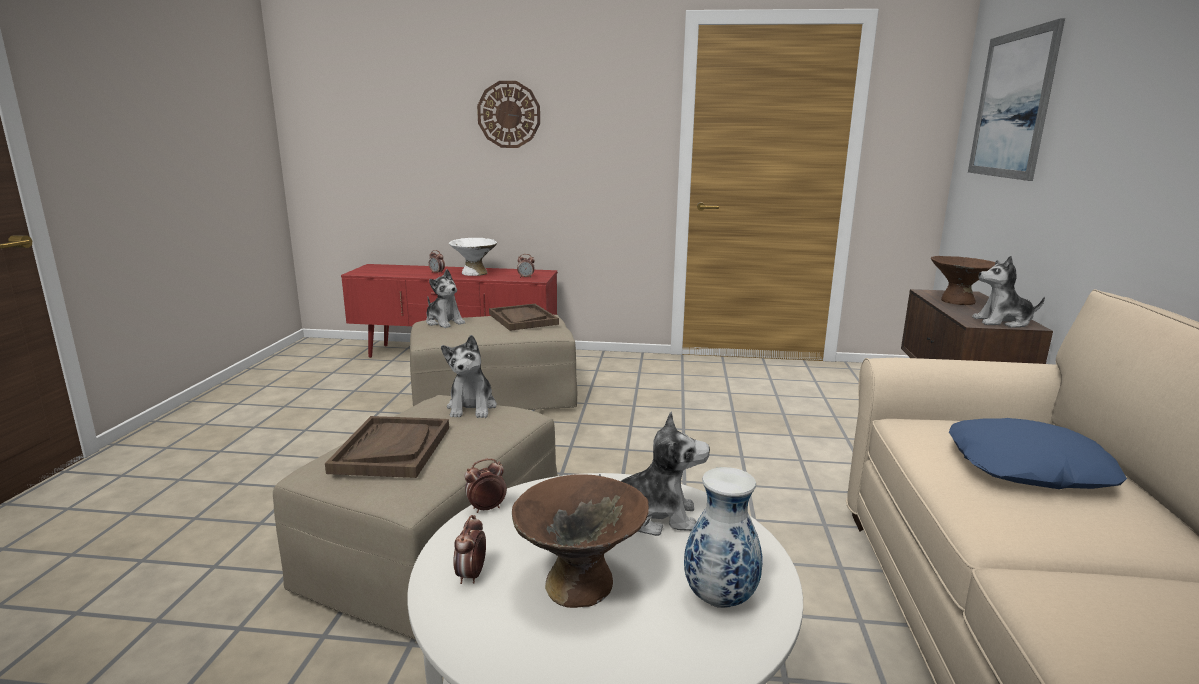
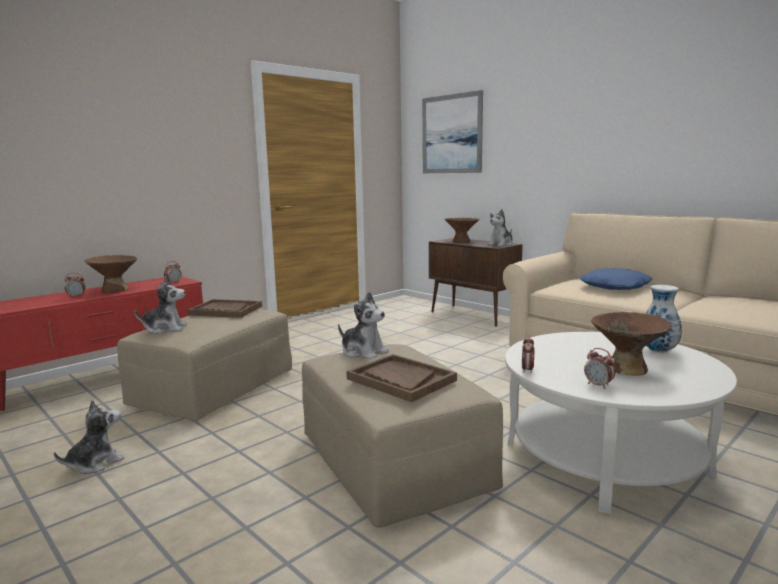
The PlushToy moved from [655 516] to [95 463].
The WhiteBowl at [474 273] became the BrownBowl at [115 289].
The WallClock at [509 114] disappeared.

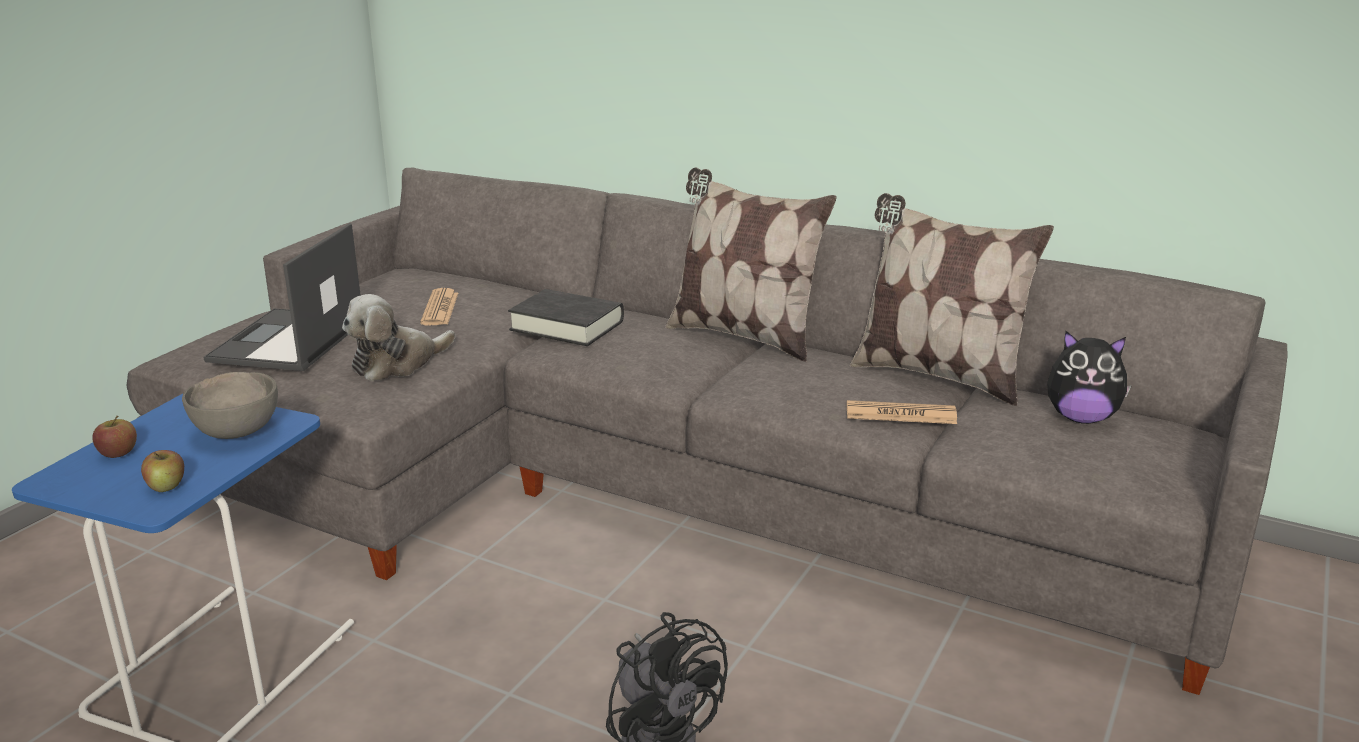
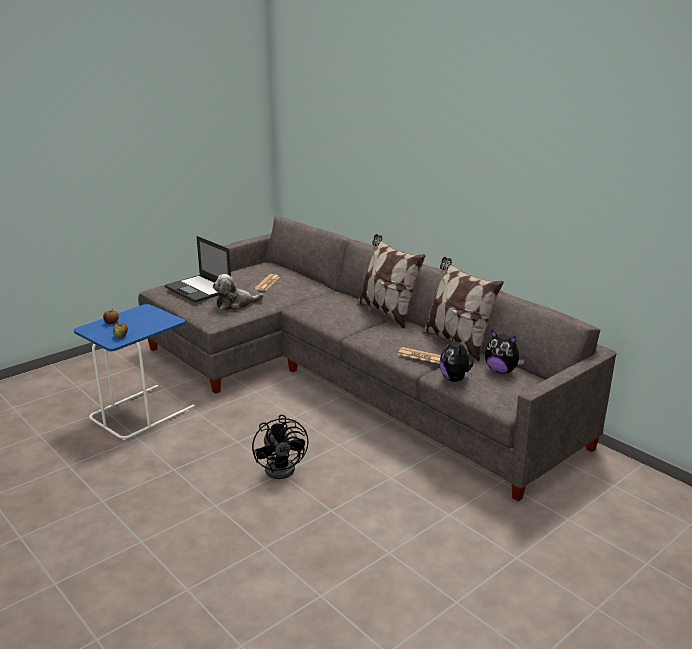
The Laptop at [288 341] turned 75 degrees counterclockwise.
The PlushToy at [455 379] appeared.
The GreyBowl at [238 432] disappeared.
The BlackBook at [567 326] disappeared.

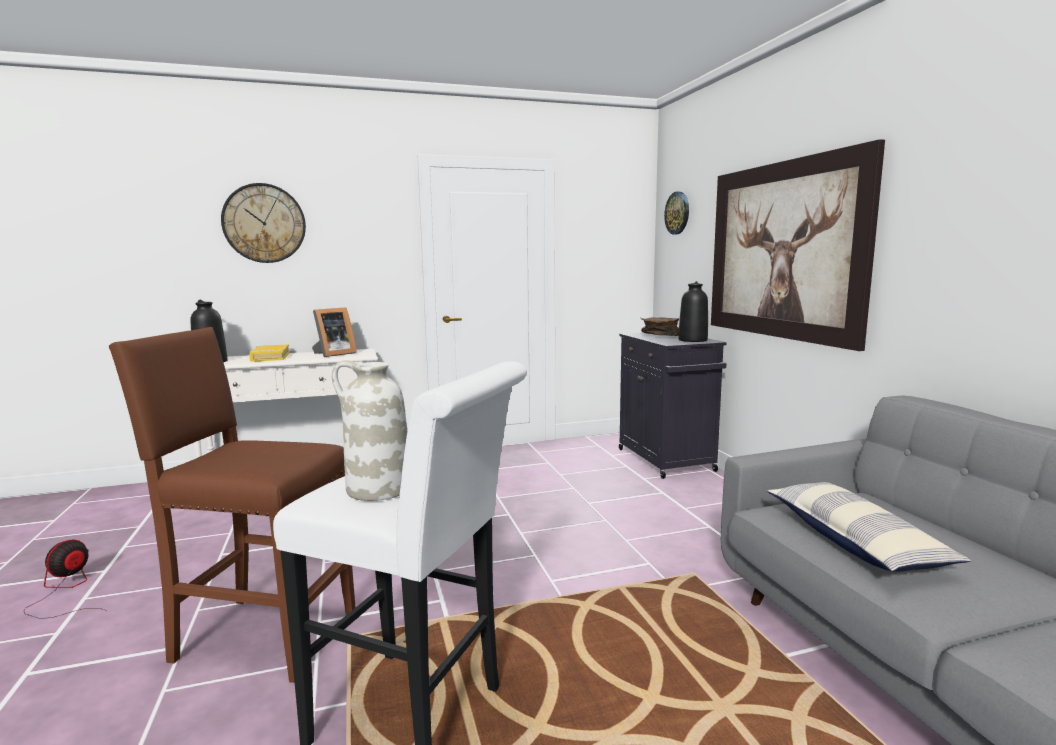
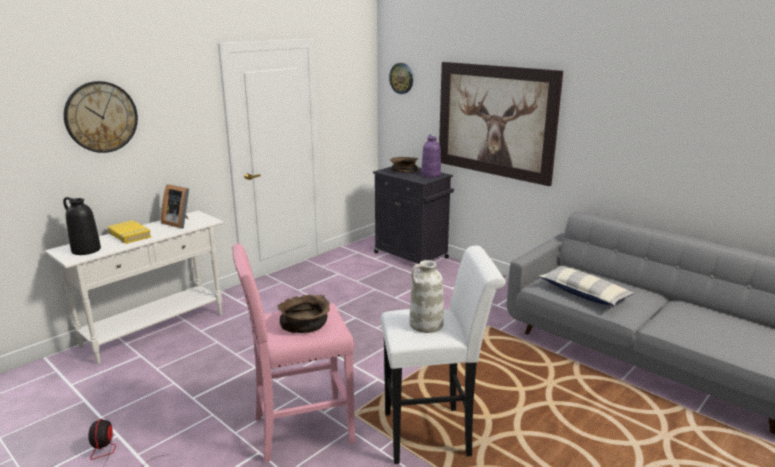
The PictureFrame at [333 354] turned 105 degrees clockwise.
The BrownStool at [263 635] became the PinkStool at [300 430].
The BrownBowl at [305 324] appeared.
The BlackVase at [692 340] became the PurpleVase at [430 174].

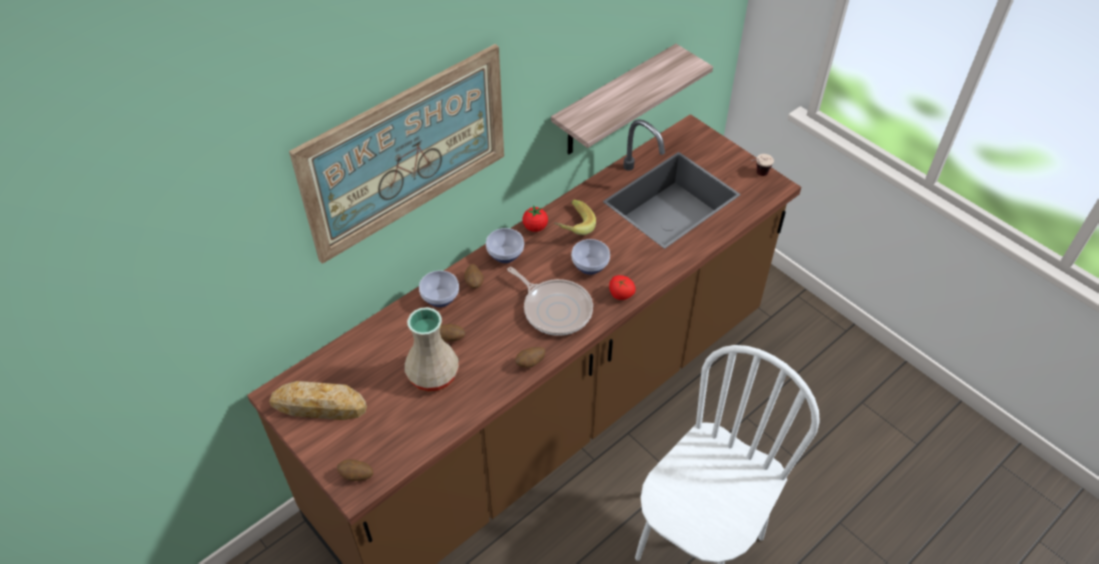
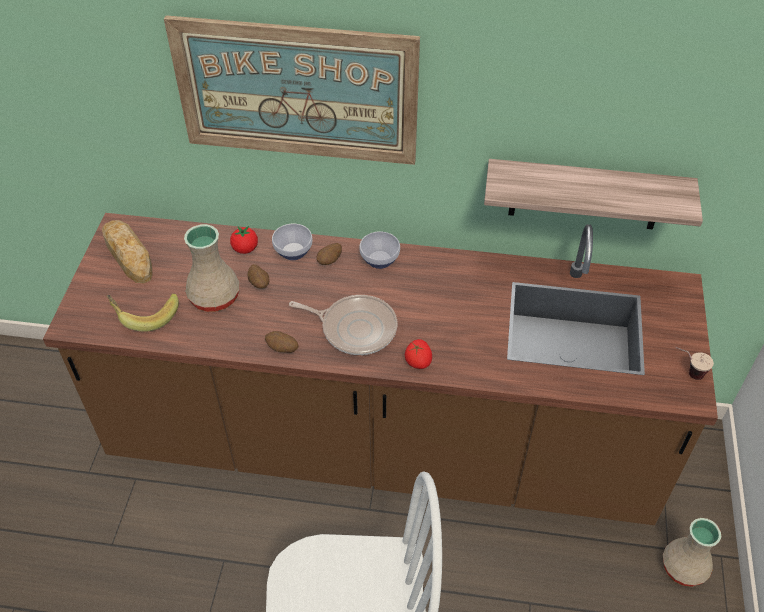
The Banana moved from [571 226] to [145 315].
The Tomato moved from [535 227] to [245 249].
The FryingPan at [555 309] turned 75 degrees counterclockwise.
The BeigeVase at [684 566] appeared.
The Potato at [356 476] disappeared.
The Bowl at [590 267] disappeared.

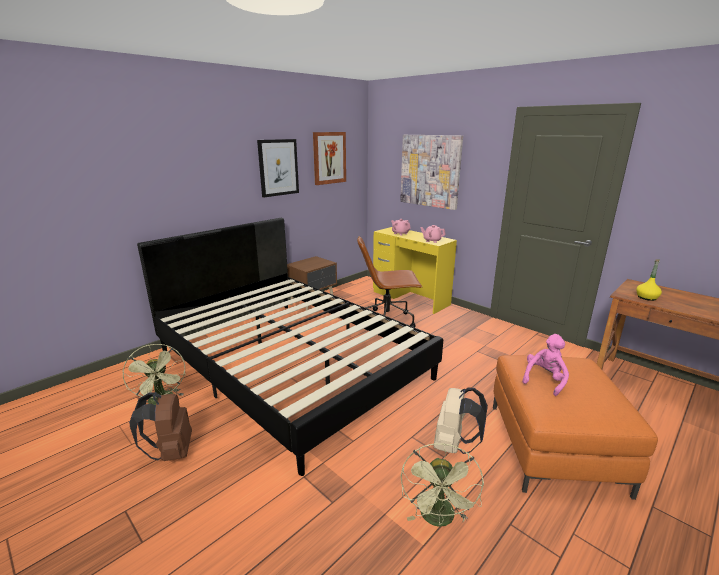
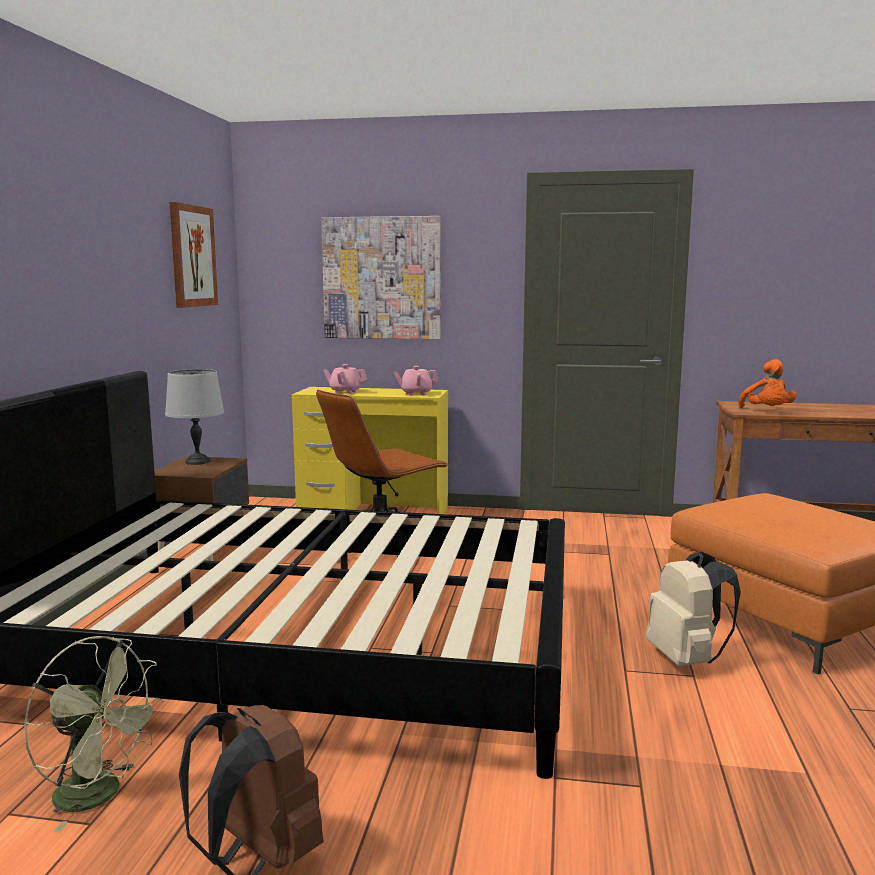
The GreyTableLamp at [198 461] appeared.
The YellowBottle at [646 297] was replaced by the OrangePlushToy at [767 411].
The Picture at [278 167] disappeared.
The GreenFan at [439 519] disappeared.
The PinkPlushToy at [544 380] disappeared.

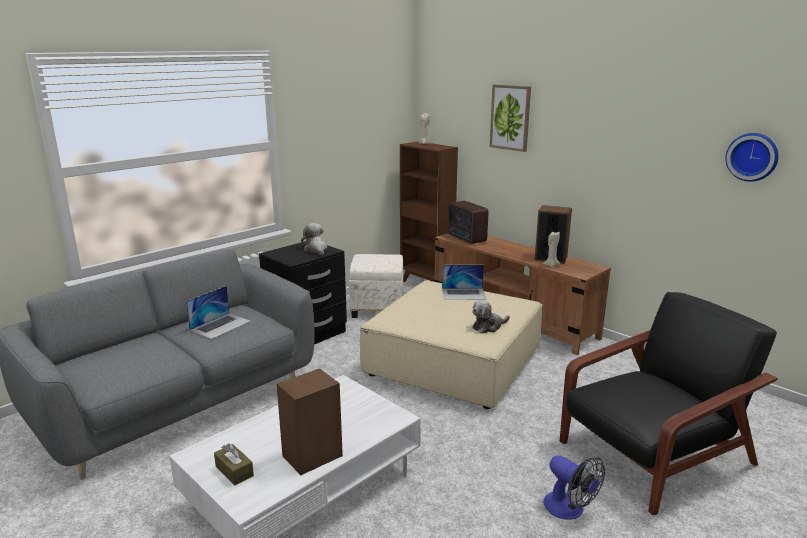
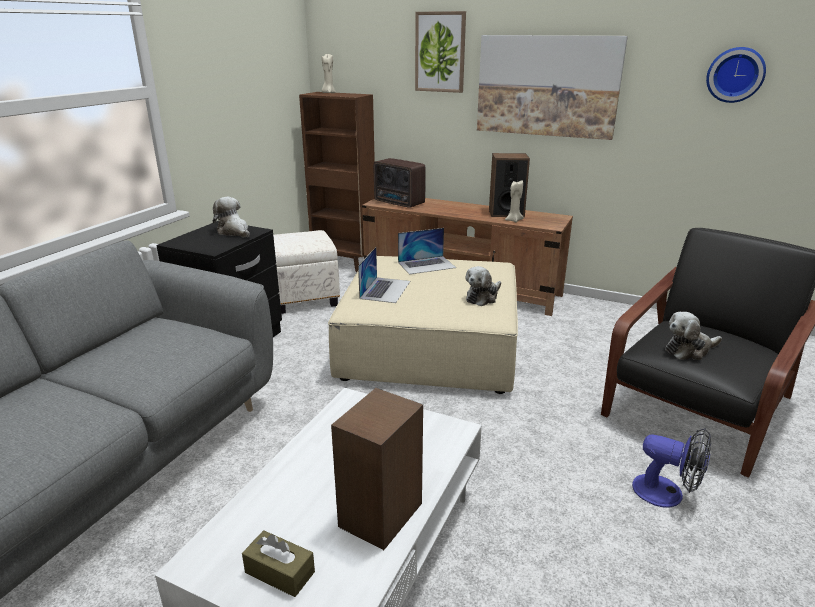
The Laptop moved from [220 325] to [385 289].
The Picture at [547 86] appeared.
The PlushToy at [689 350] appeared.

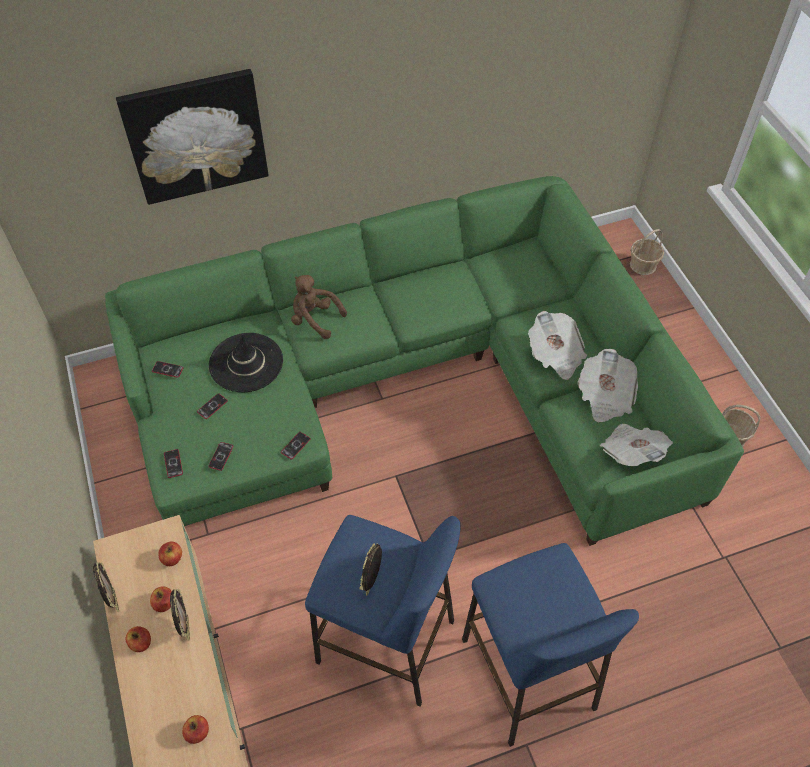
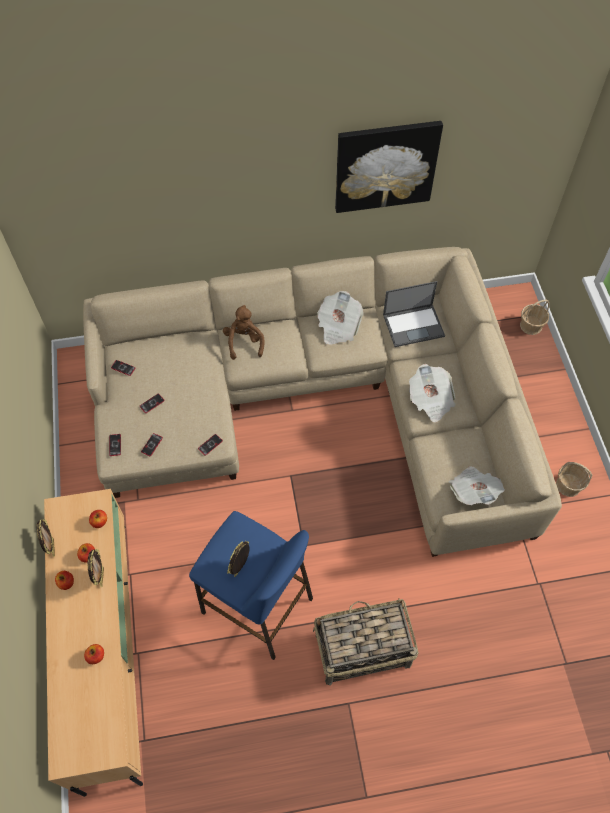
The GreenSofa at [413 385] became the BeigeSofa at [319 402].
The BrownPlushToy at [315 319] turned 45 degrees clockwise.
The BlueStool at [528 675] was replaced by the Basket at [361 650].
The Newspaper moved from [605 396] to [338 327].
The Picture moved from [196 136] to [385 166].
The Laptop at [414 325] appeared.
The BlackHat at [246 363] disappeared.

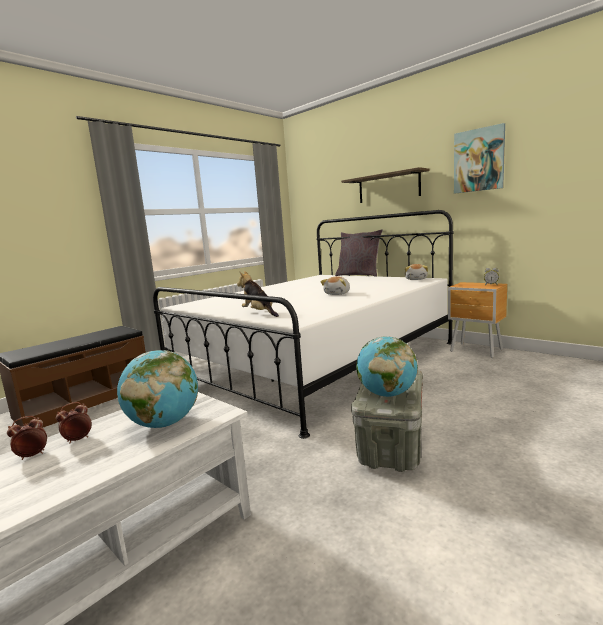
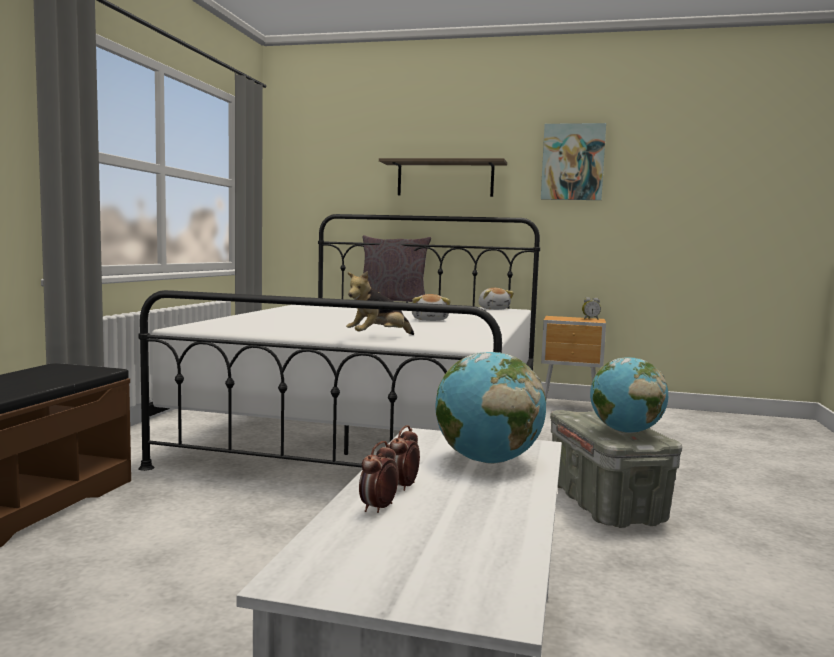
The PlushToy at [259 313] turned 60 degrees counterclockwise.

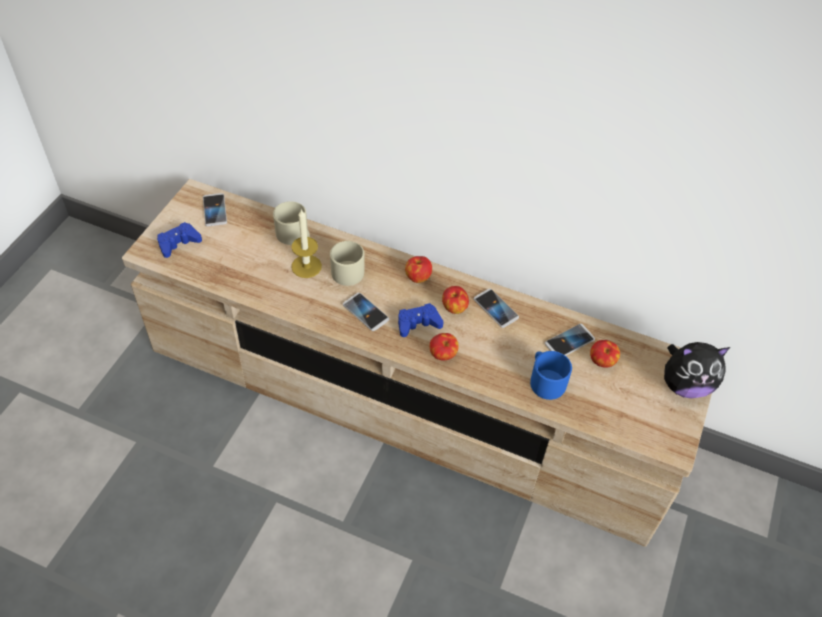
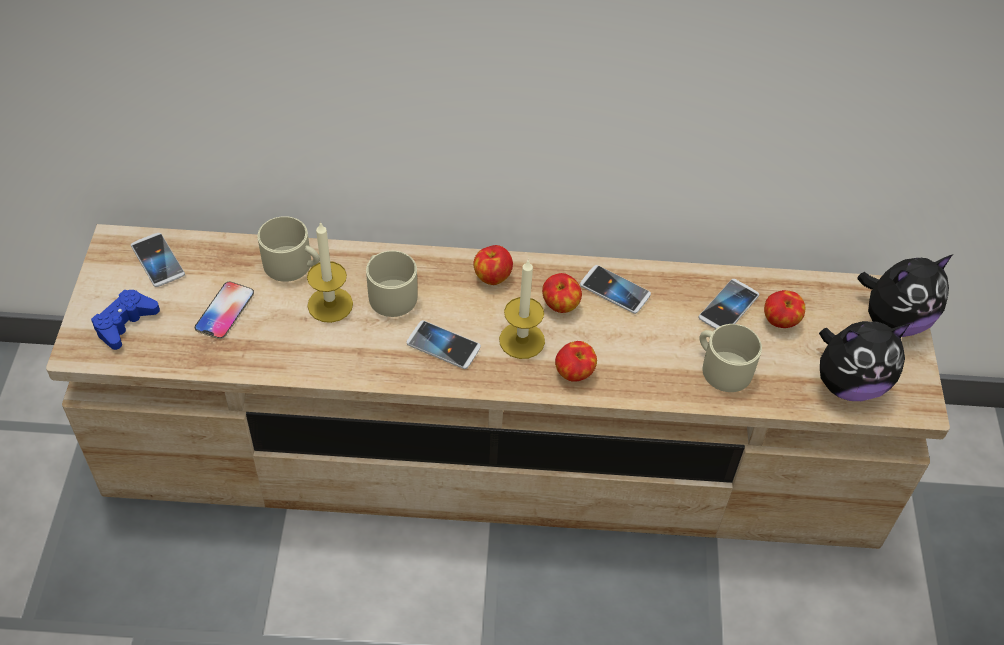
The Phone at [225 311] appeared.
The BlueGameController at [418 323] was replaced by the Candle at [522 340].
The BlueMug at [545 380] became the BeigeMug at [721 367].
The PlushToy at [849 383] appeared.

